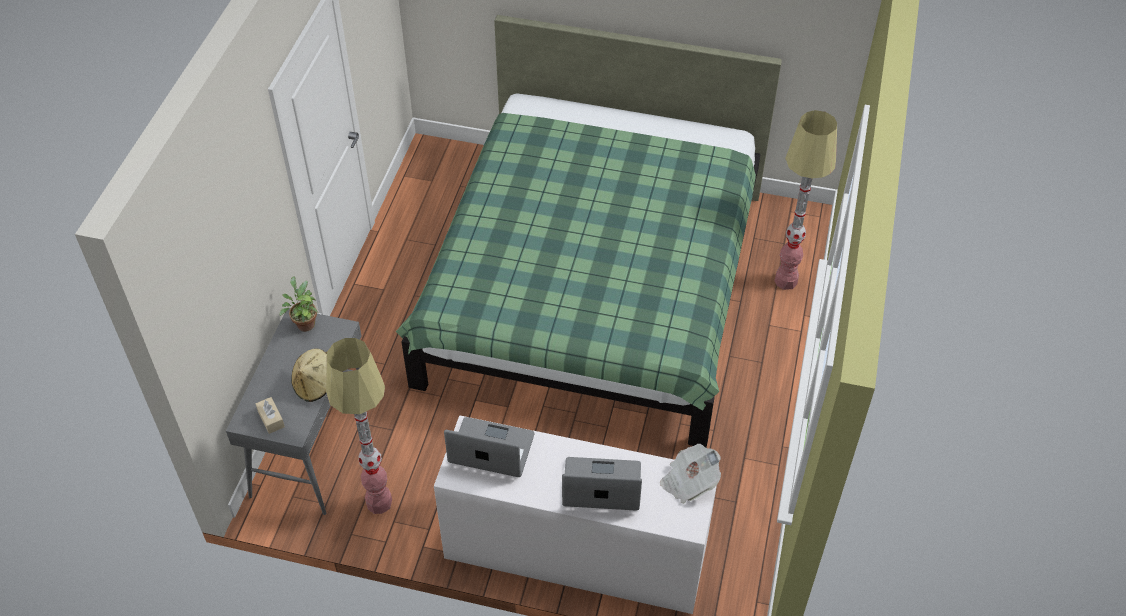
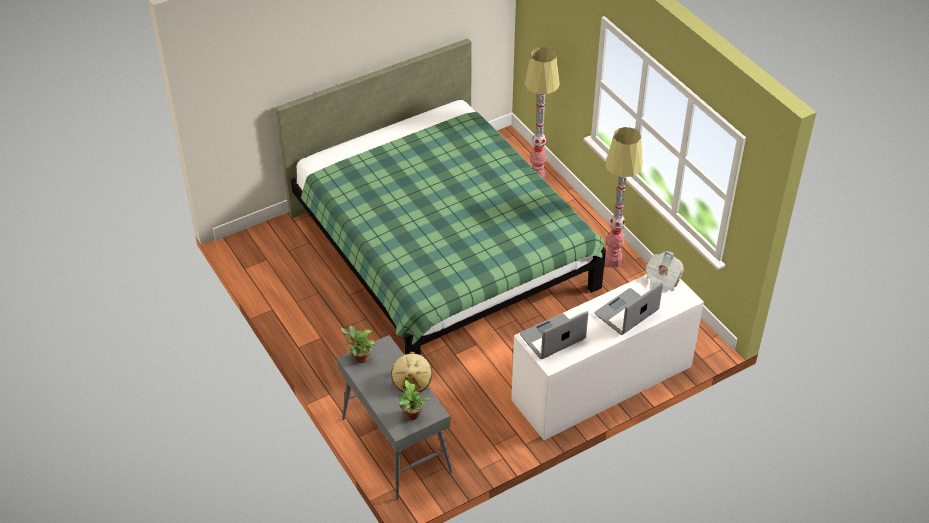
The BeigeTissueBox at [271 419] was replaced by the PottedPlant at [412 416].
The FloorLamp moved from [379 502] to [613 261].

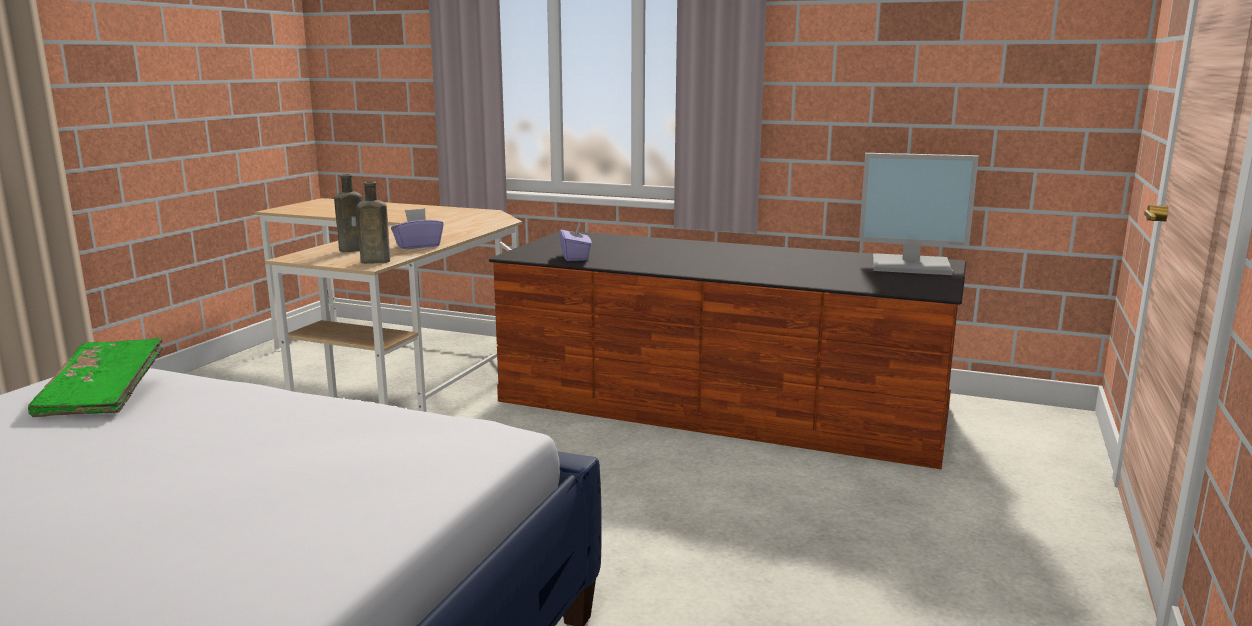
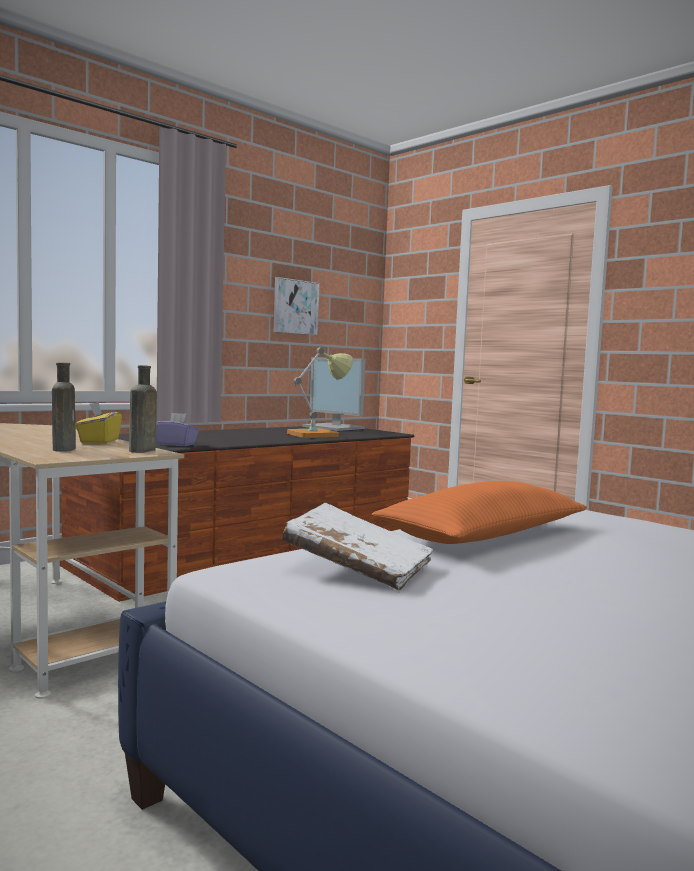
The PurpleTissueBox at [418 246] became the YellowTissueBox at [99 441].
The Picture at [295 307] appeared.
The GreenBook at [103 397] became the WhiteBook at [357 568].
The TableLamp at [318 435] appeared.
The Monitor at [912 265] turned 90 degrees clockwise.
The OrangePillow at [483 536] appeared.

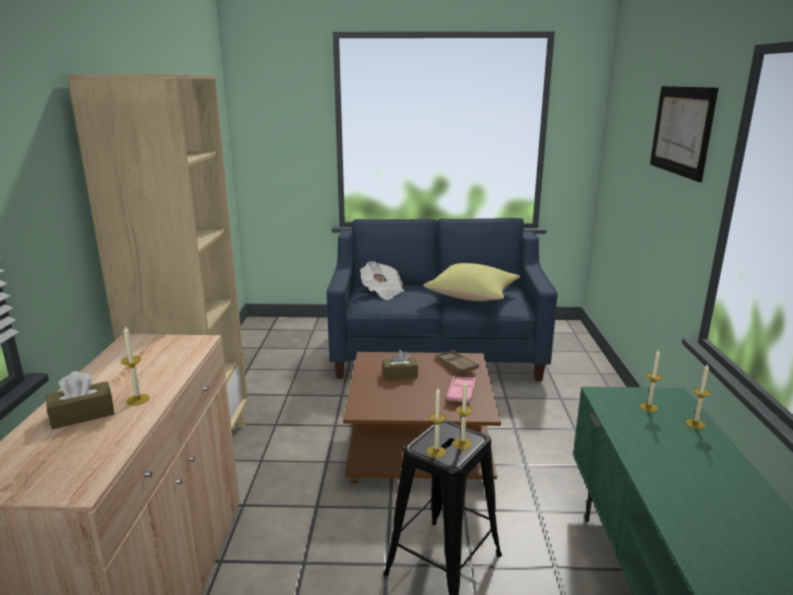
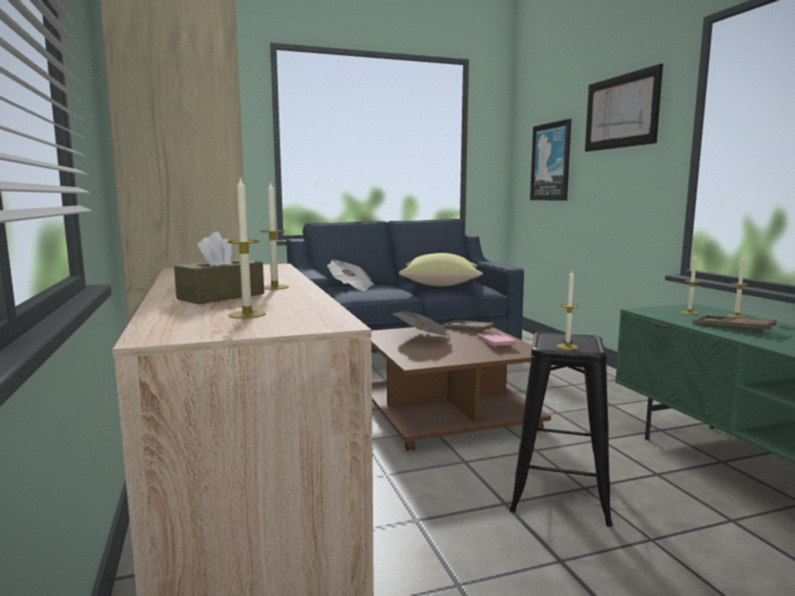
The Candle moved from [462 444] to [247 314].
The BrownTissueBox at [400 375] was replaced by the Newspaper at [423 339].
The Picture at [551 162] appeared.
The BrownTray at [732 328] appeared.

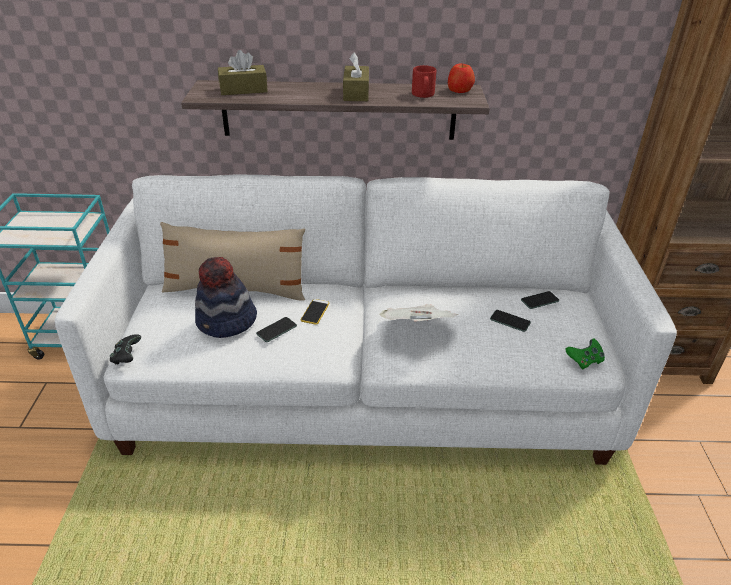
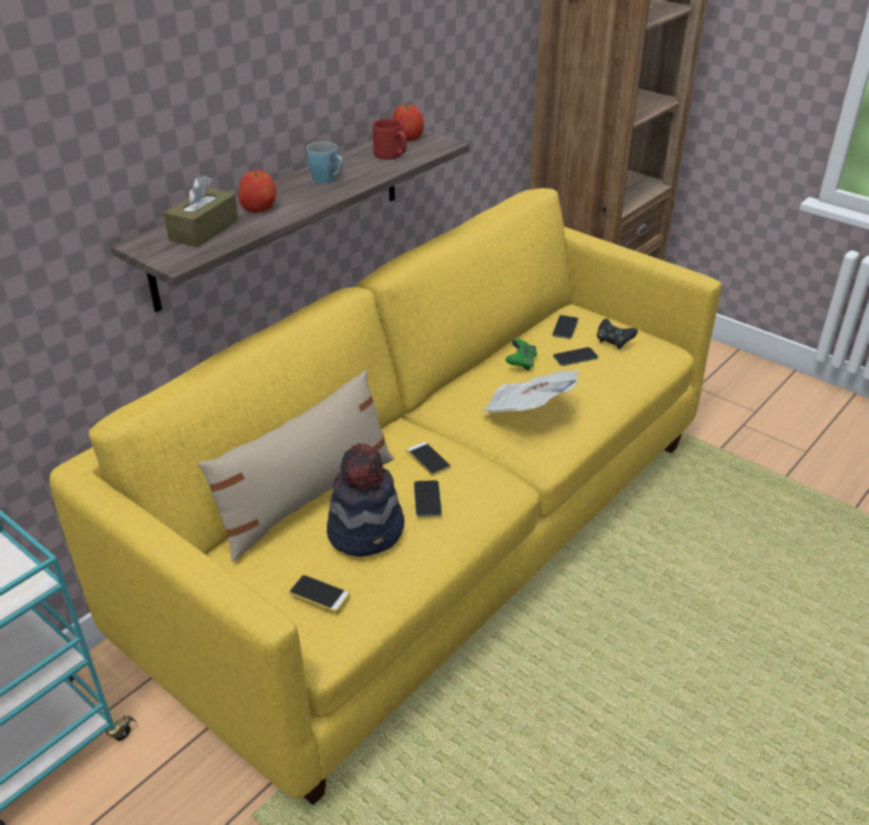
The WhiteSofa at [365 387] became the YellowSofa at [434 535].
The Apple at [259 207] appeared.
The Phone at [319 594] appeared.
The BrownTissueBox at [356 93] was replaced by the BlueMug at [328 180].
The GreenGameController moved from [584 361] to [521 363].
The BlackGameController moved from [127 357] to [613 341].

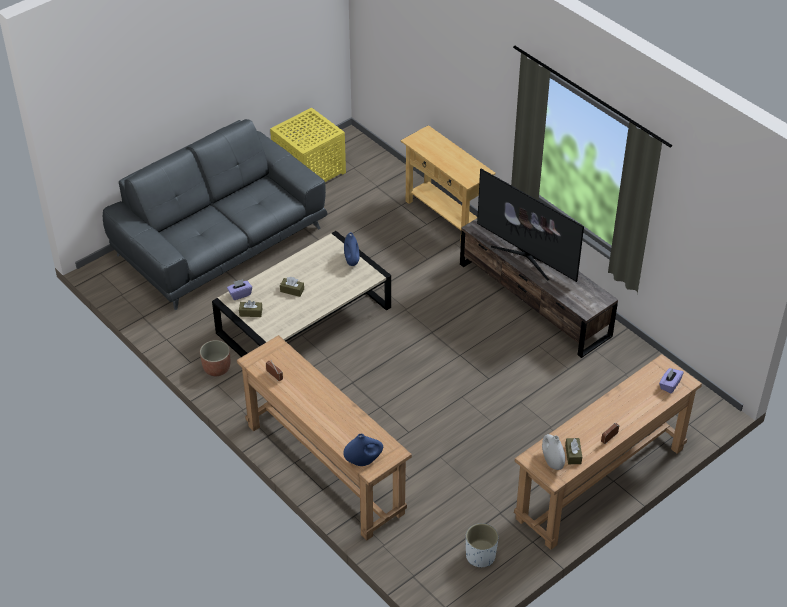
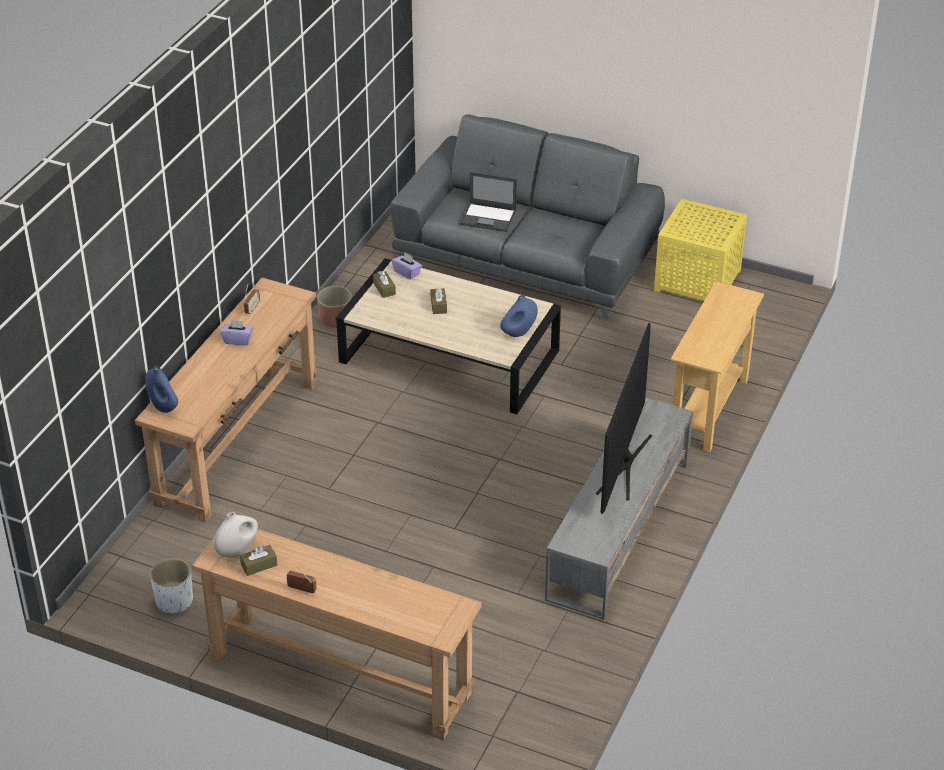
The PurpleTissueBox moved from [669 385] to [237 340].
The Laptop at [489 217] appeared.
The BrownTvStand at [534 300] became the GreyTvStand at [618 529].

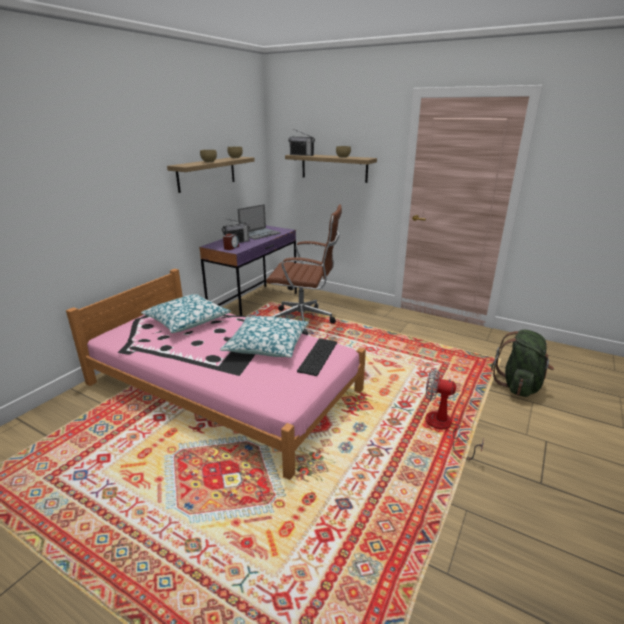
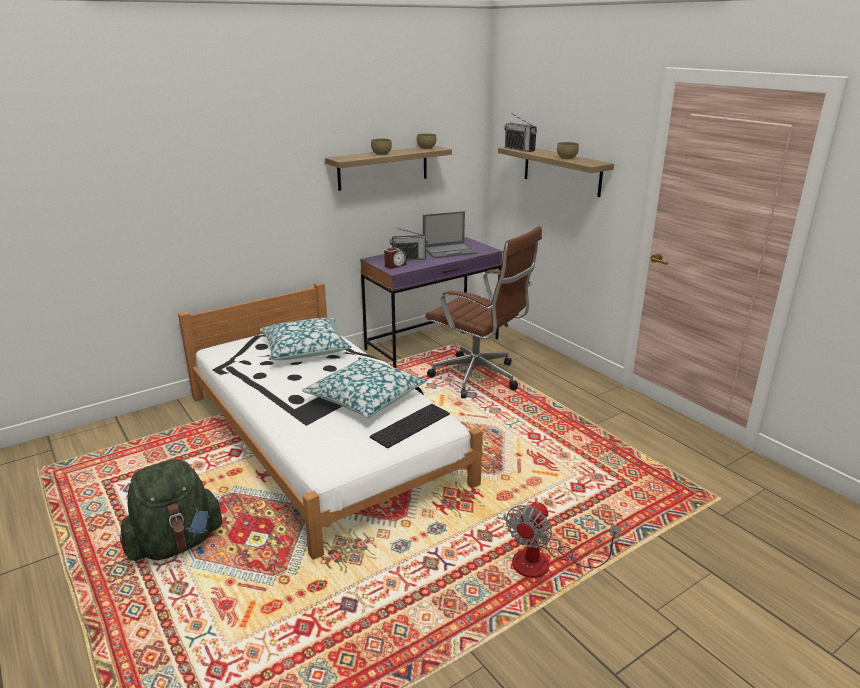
The GreenBackpack moved from [519 385] to [176 543].
The PinkBed at [223 386] became the WhiteBed at [321 437].
The Fan at [444 427] turned 105 degrees counterclockwise.

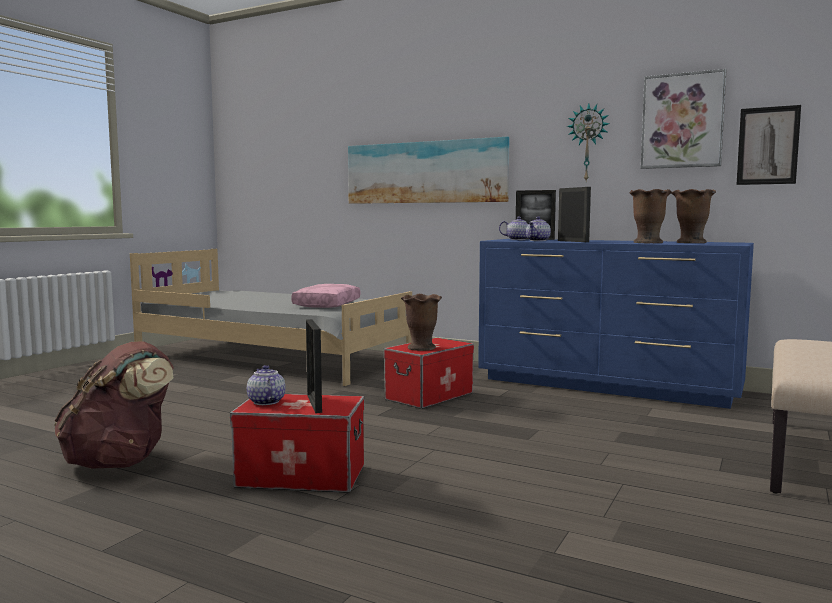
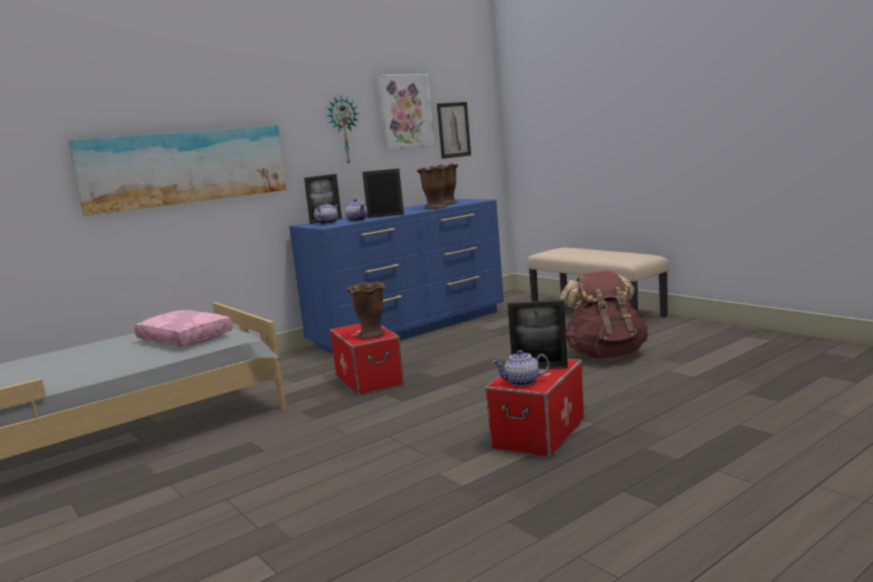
The BrownBackpack moved from [120 461] to [605 355].

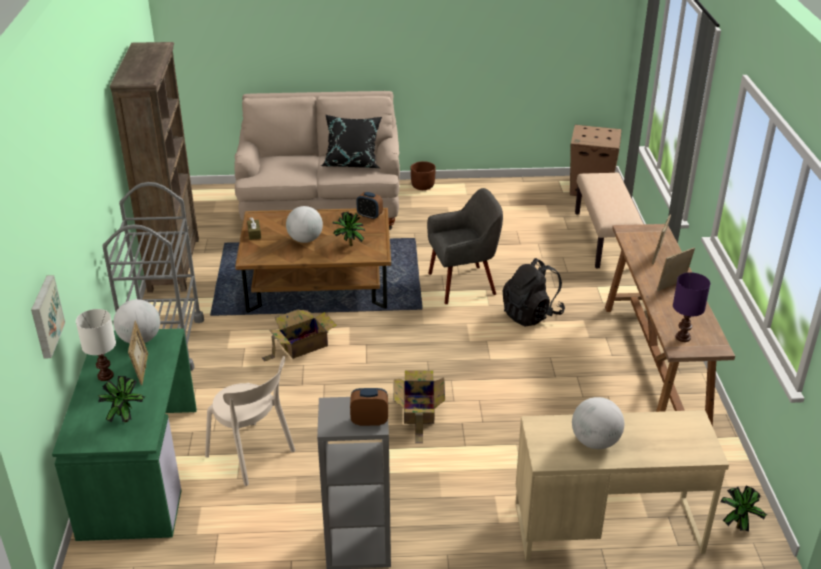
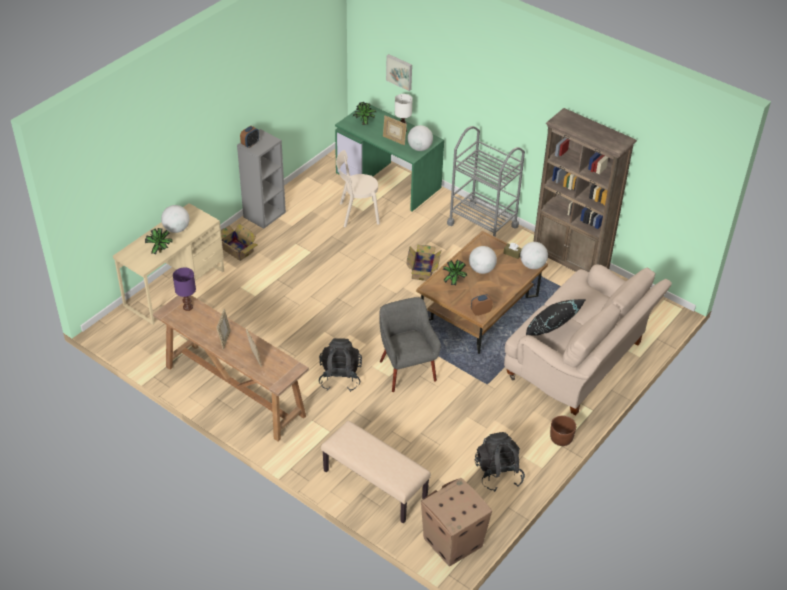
The PottedPlant moved from [738 524] to [161 253].
The CardboardBox moved from [418 411] to [237 249].
The GreyArmchair at [463 284] turned 135 degrees clockwise.
The BlackBackpack at [498 473] appeared.
The Globe at [532 265] appeared.

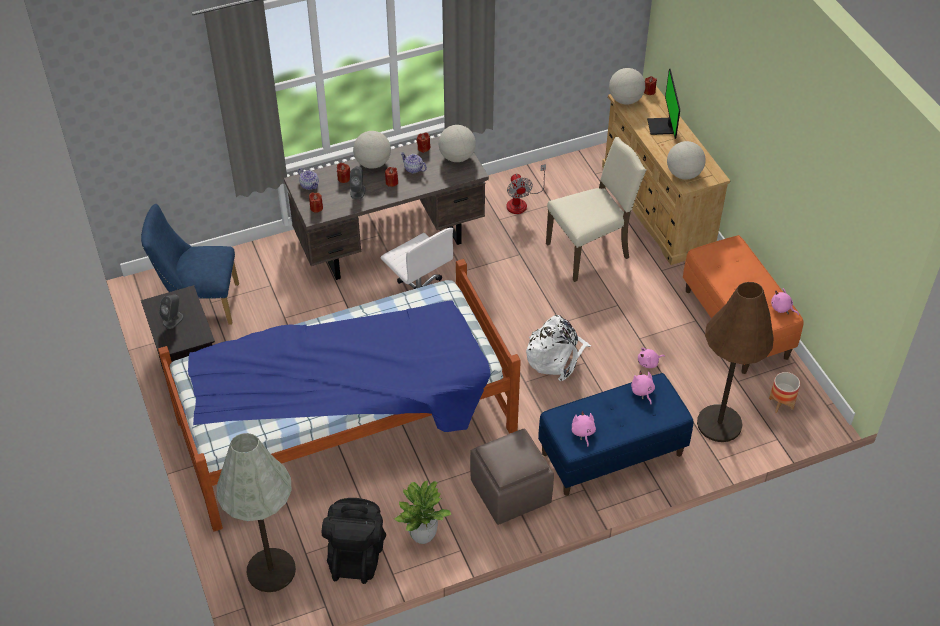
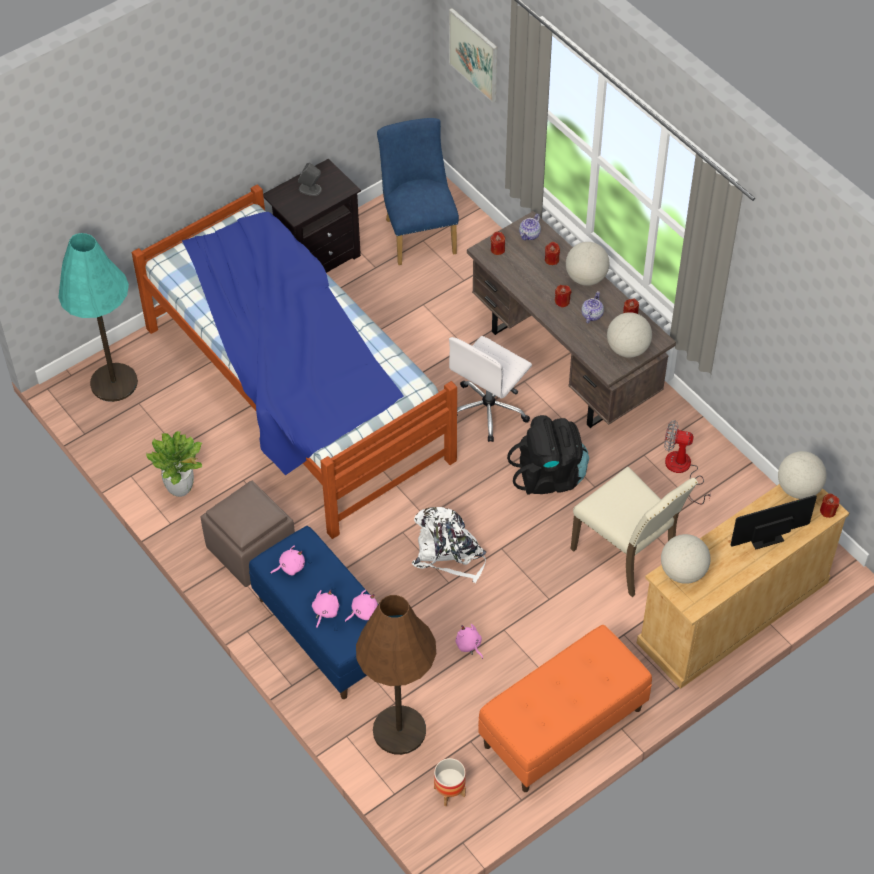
The GreyFloorLamp at [271 570] became the TurquoiseFloorLamp at [114 383].
The PinkPlushToy moved from [782 308] to [325 612].
The Picture at [474 54] appeared.
The BlackBackpack moved from [356 555] to [550 476].
The Fan at [521 202] turned 45 degrees clockwise.
The GreySpeaker at [358 191] disappeared.

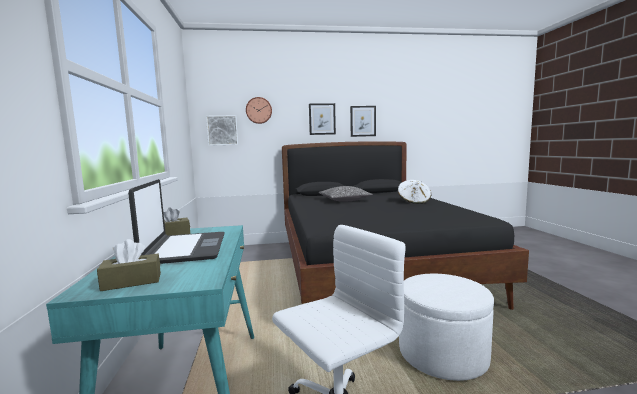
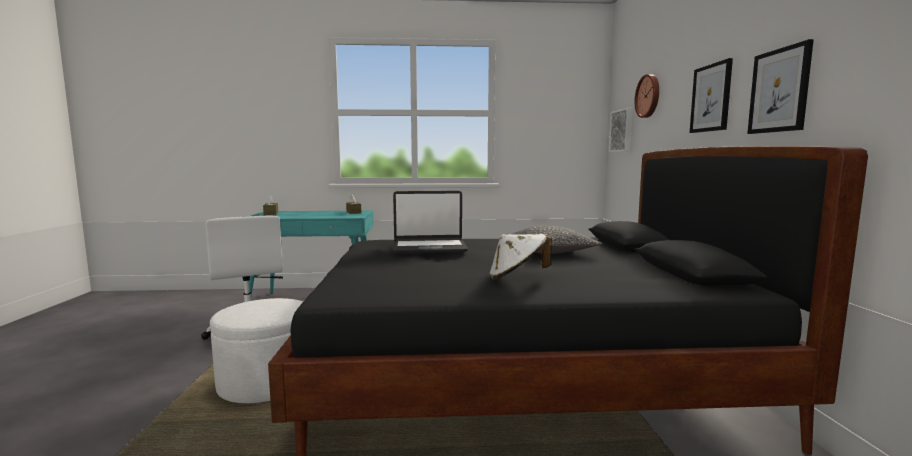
The Laptop moved from [185 249] to [429 247].

